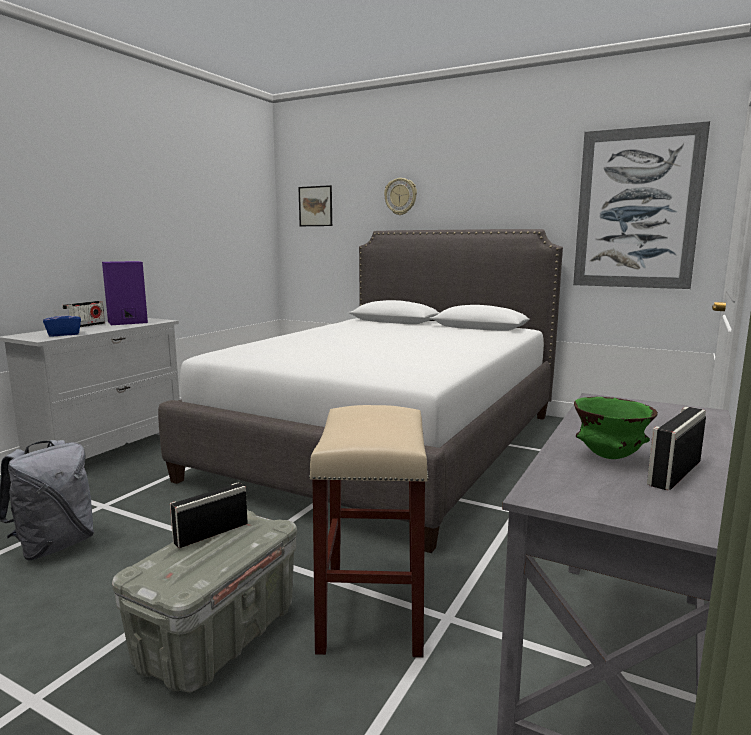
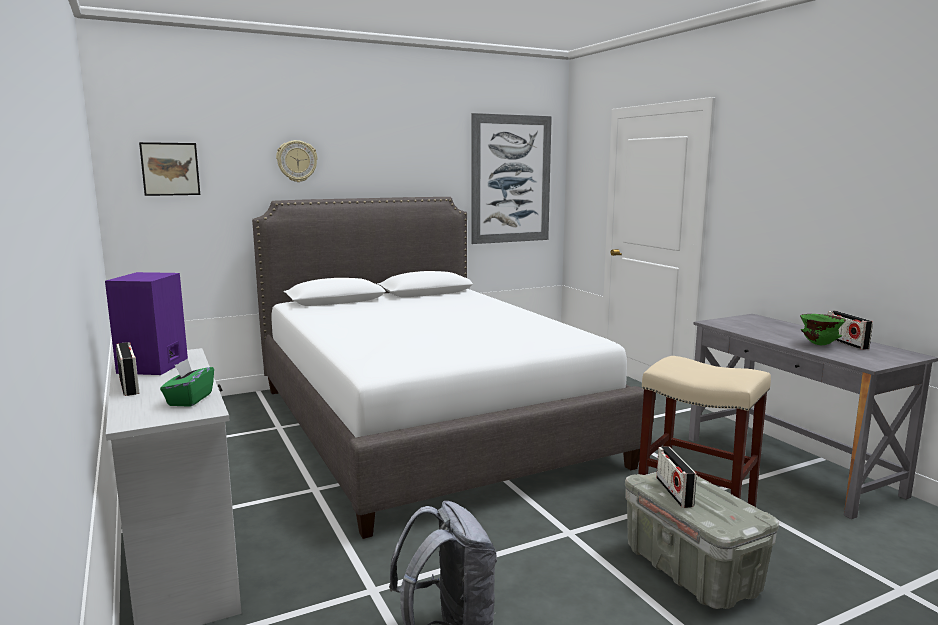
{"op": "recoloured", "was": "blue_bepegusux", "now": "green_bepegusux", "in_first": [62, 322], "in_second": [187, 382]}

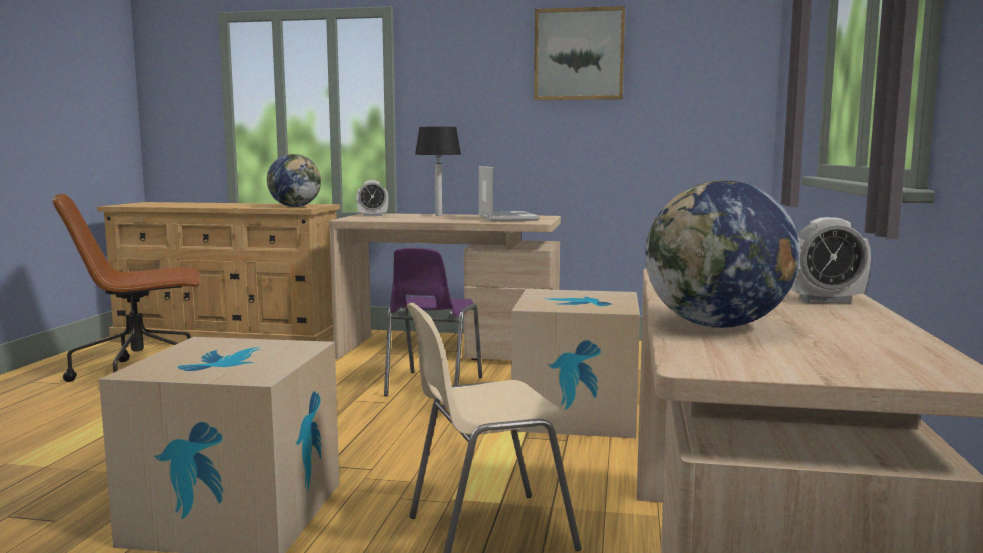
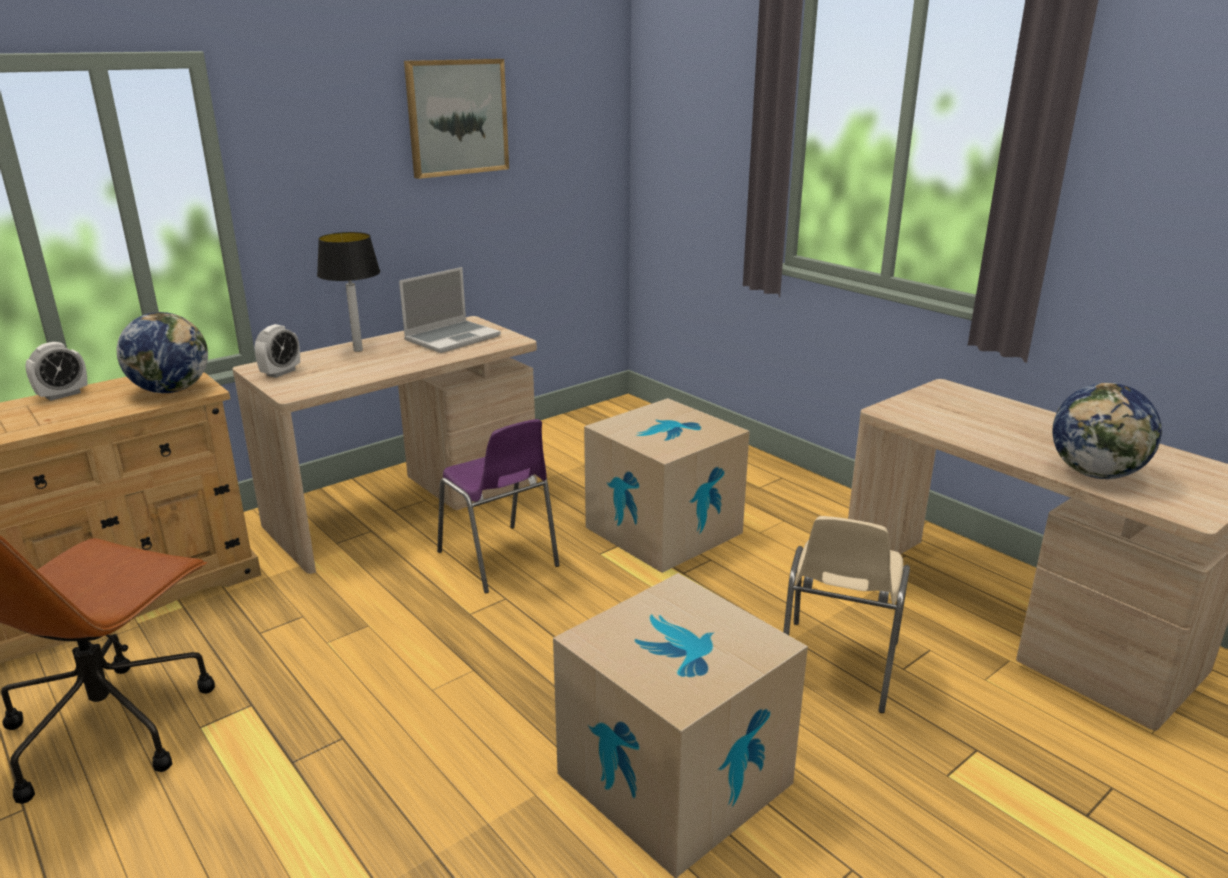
{"op": "turned", "was": "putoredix", "in_first": [509, 194], "in_second": [450, 310], "clockwise": 105}
{"op": "moved", "was": "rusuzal", "in_first": [830, 260], "in_second": [56, 371]}

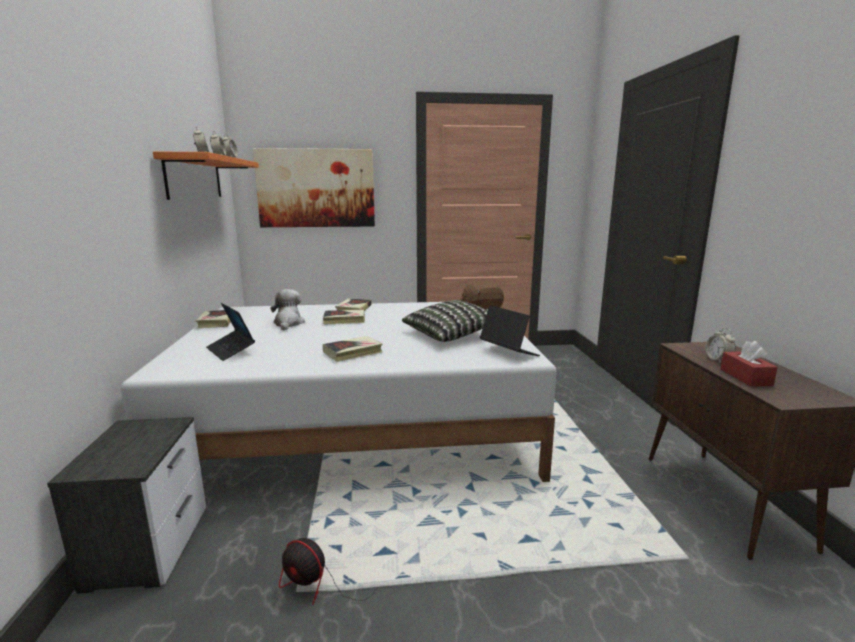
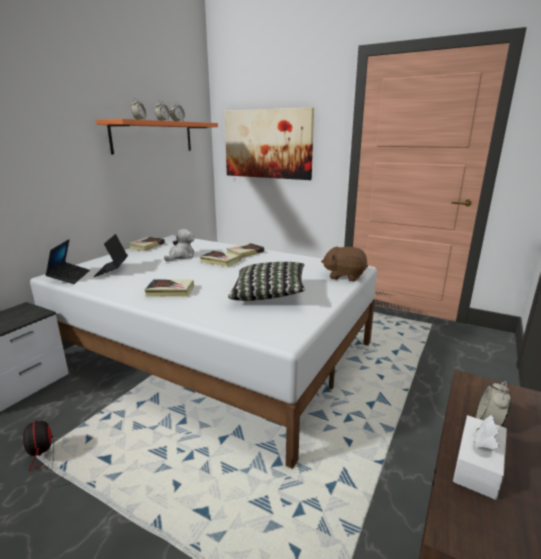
{"op": "moved", "was": "putoredix", "in_first": [510, 330], "in_second": [67, 261]}
{"op": "recoloured", "was": "red_bepegusux", "now": "white_bepegusux", "in_first": [749, 363], "in_second": [480, 457]}

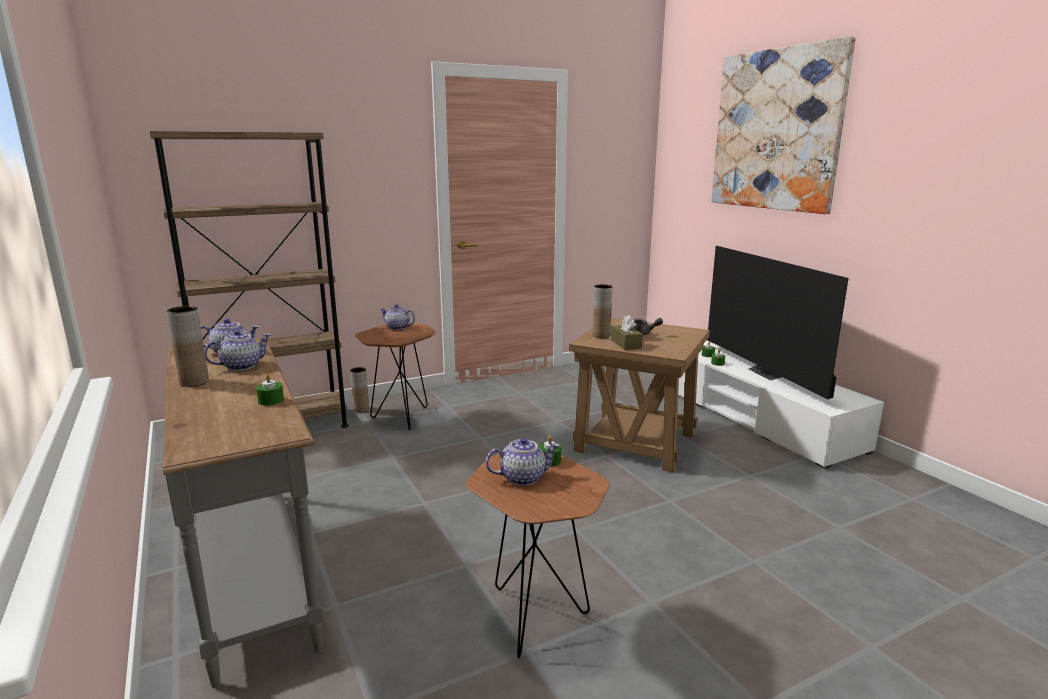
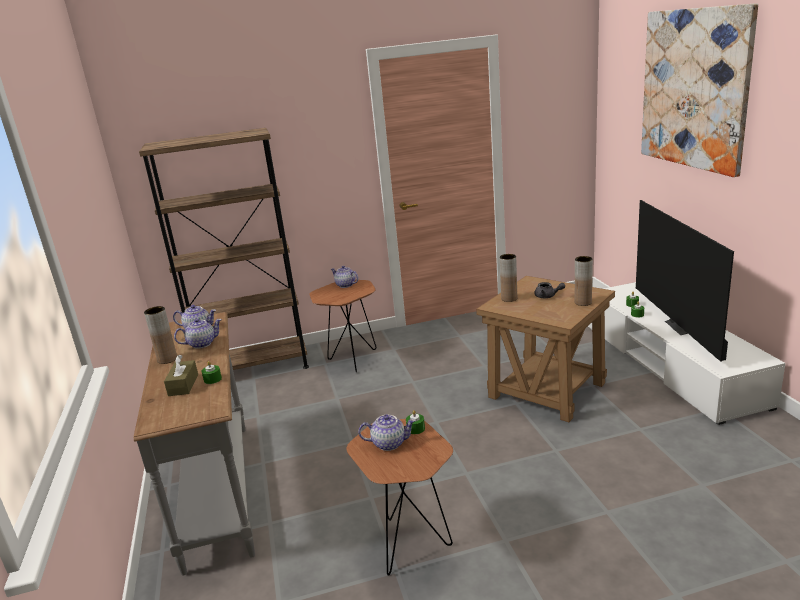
{"op": "moved", "was": "brown_bepegusux", "in_first": [627, 332], "in_second": [181, 375]}
{"op": "moved", "was": "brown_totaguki", "in_first": [359, 390], "in_second": [584, 281]}

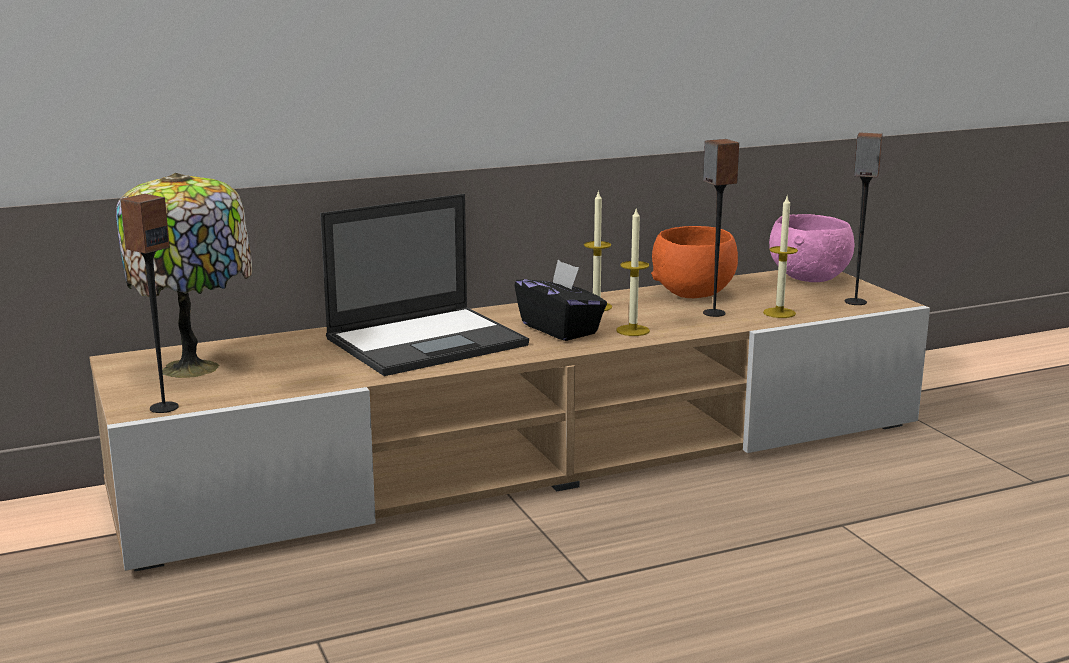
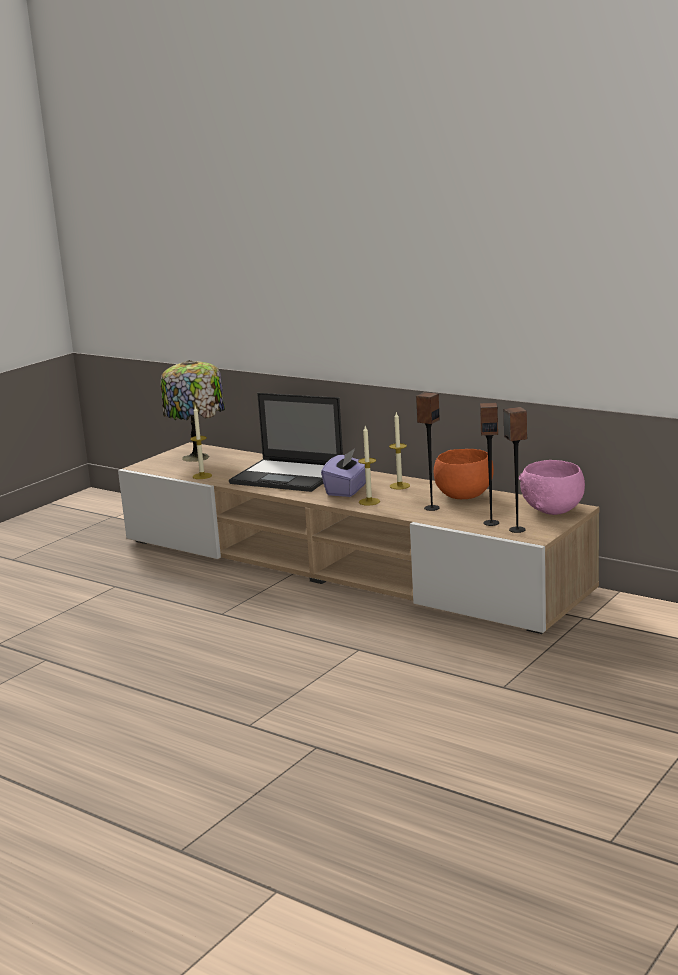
{"op": "moved", "was": "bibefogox", "in_first": [149, 303], "in_second": [489, 464]}
{"op": "moved", "was": "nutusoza", "in_first": [780, 257], "in_second": [201, 442]}
{"op": "recoloured", "was": "black_bepegusux", "now": "purple_bepegusux", "in_first": [560, 300], "in_second": [343, 472]}

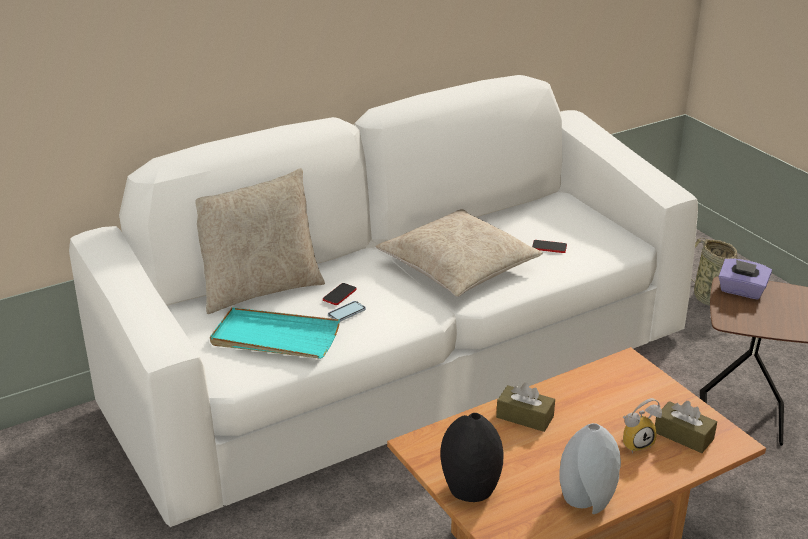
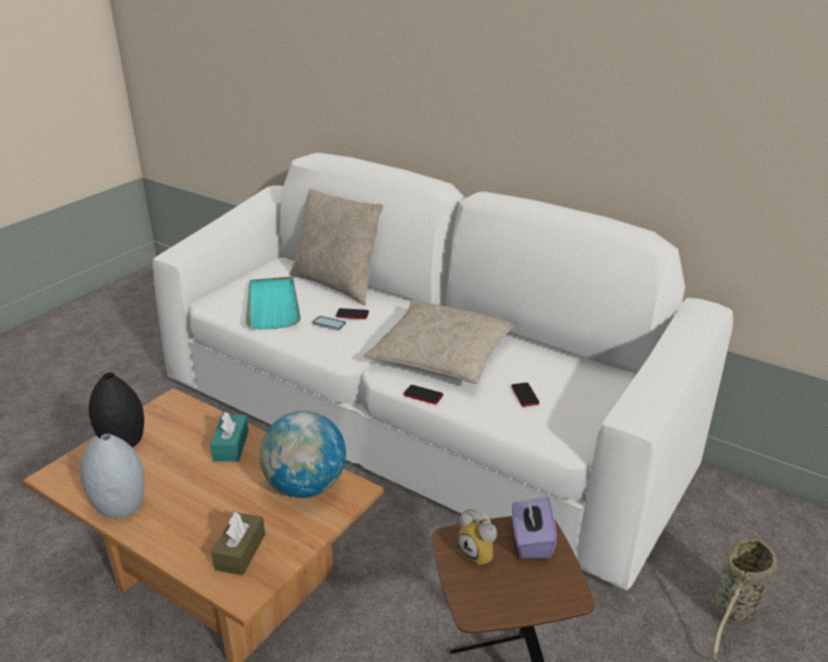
{"op": "recoloured", "was": "brown_bepegusux", "now": "turquoise_bepegusux", "in_first": [525, 407], "in_second": [229, 436]}
{"op": "moved", "was": "rusuzal", "in_first": [642, 425], "in_second": [477, 538]}
{"op": "added", "now": "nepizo", "in_second": [423, 394]}
{"op": "added", "now": "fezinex", "in_second": [302, 454]}

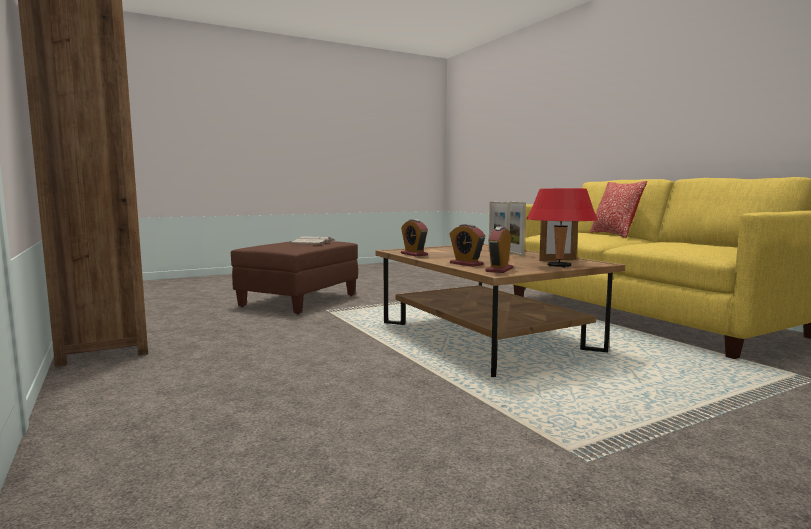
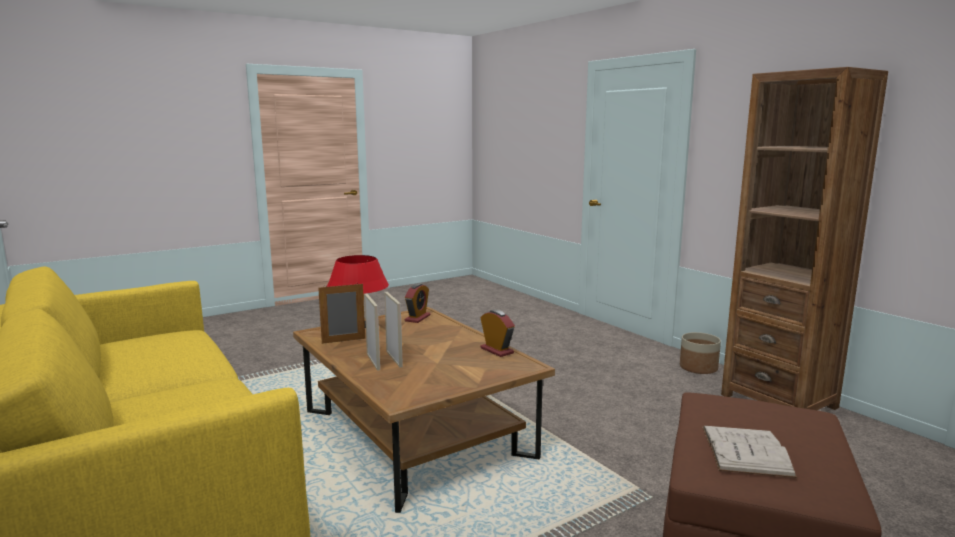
{"op": "removed", "was": "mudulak", "in_first": [618, 209]}
{"op": "removed", "was": "rusuzal", "in_first": [467, 245]}
{"op": "added", "now": "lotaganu", "in_second": [700, 353]}

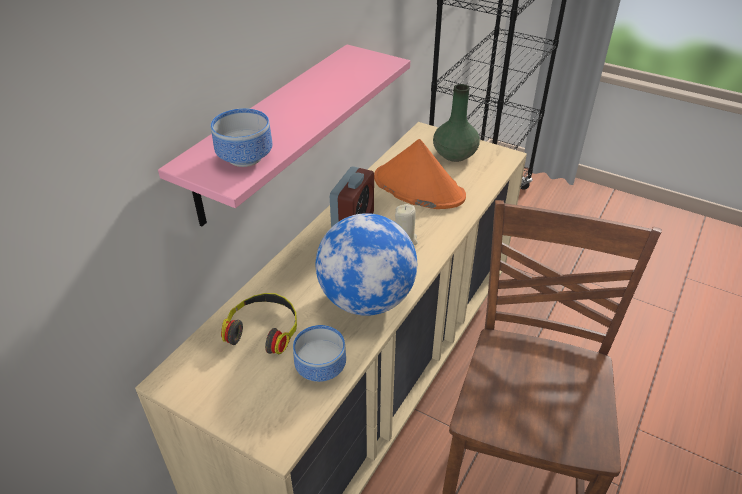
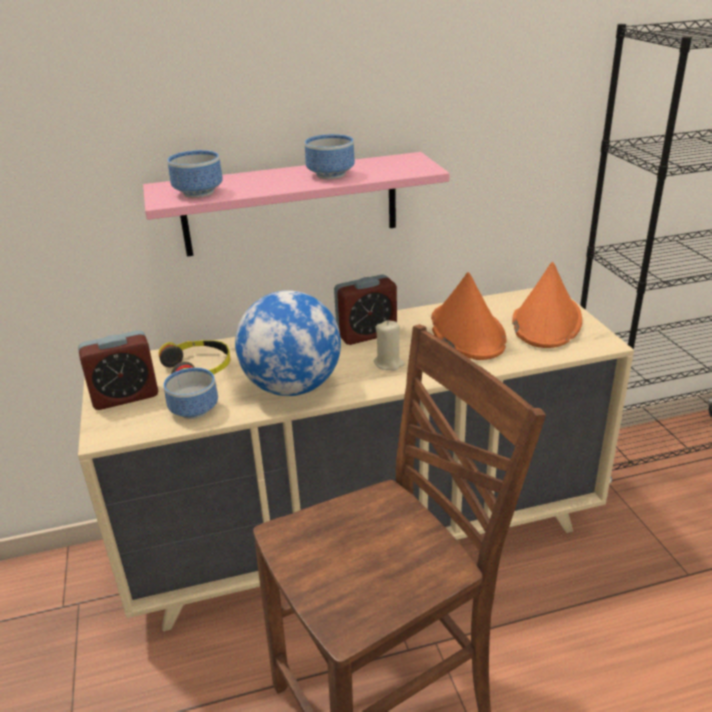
{"op": "replaced", "was": "green_totaguki", "now": "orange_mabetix", "in_first": [456, 123], "in_second": [547, 305]}
{"op": "added", "now": "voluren", "in_second": [330, 156]}
{"op": "added", "now": "rusuzal", "in_second": [118, 370]}

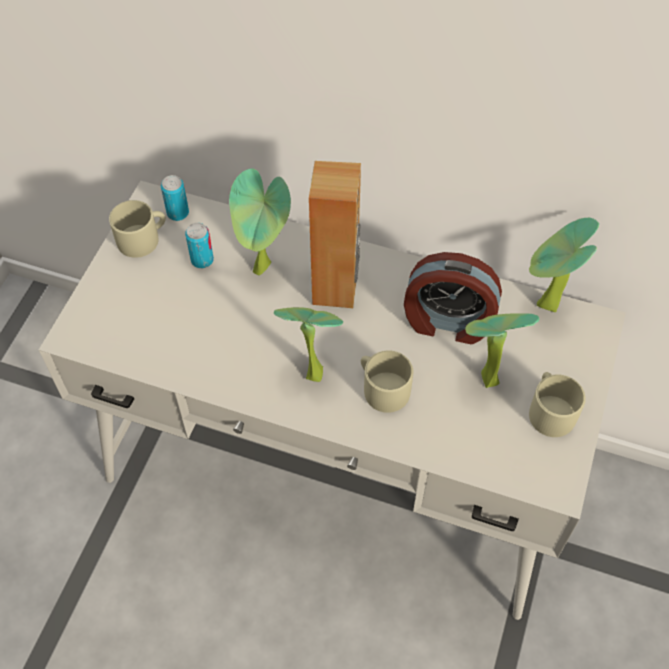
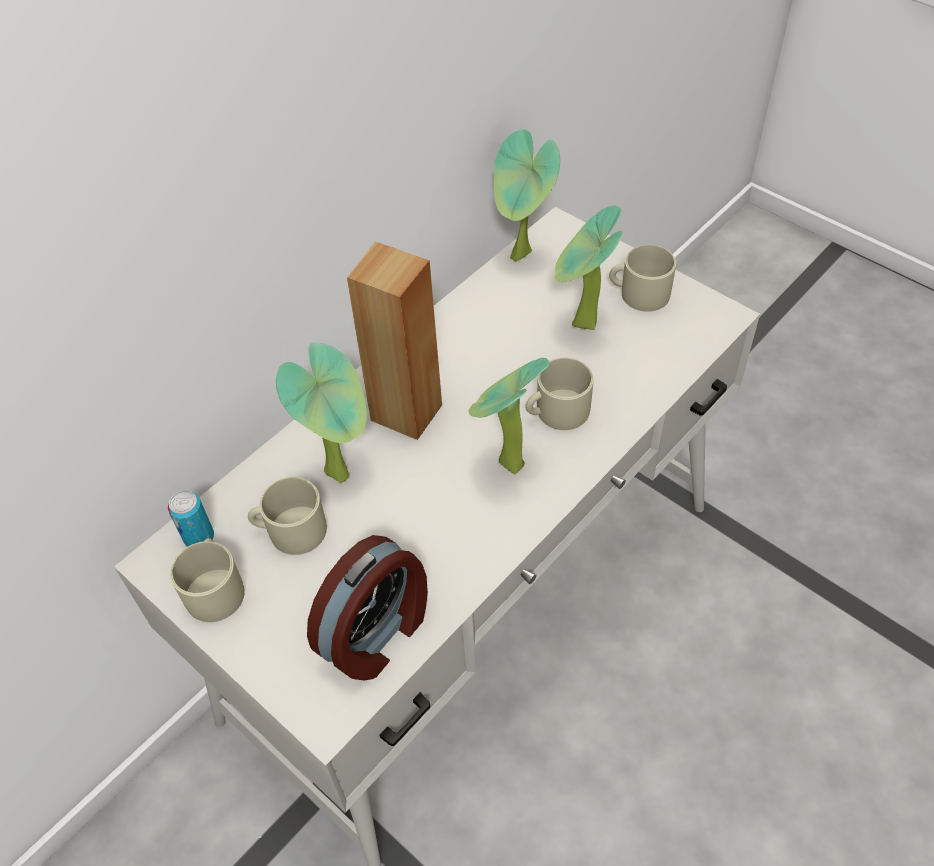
{"op": "replaced", "was": "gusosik", "now": "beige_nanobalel", "in_first": [199, 245], "in_second": [287, 516]}
{"op": "moved", "was": "rusuzal", "in_first": [453, 298], "in_second": [367, 608]}

